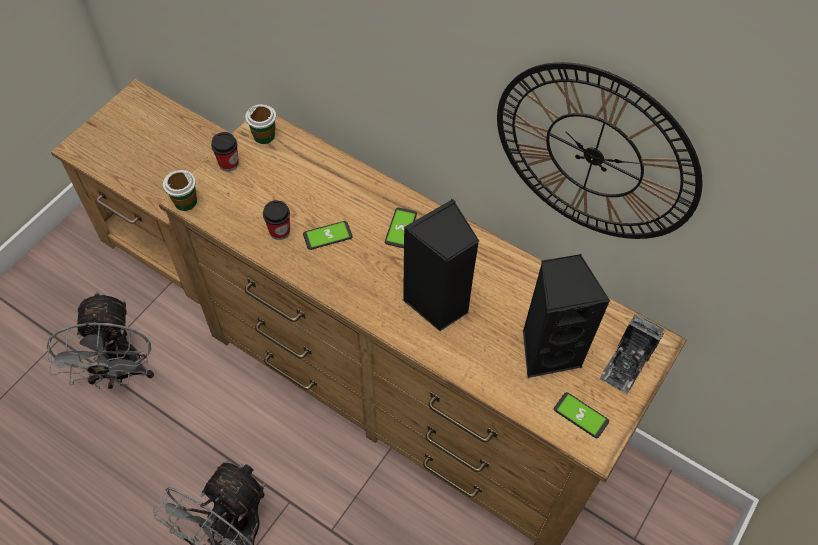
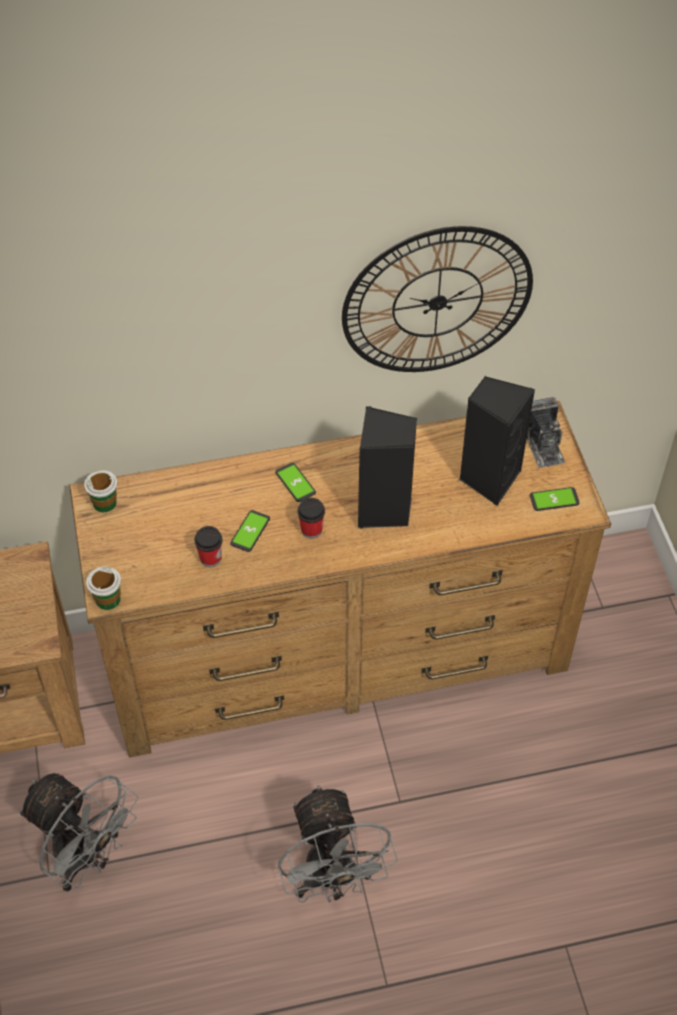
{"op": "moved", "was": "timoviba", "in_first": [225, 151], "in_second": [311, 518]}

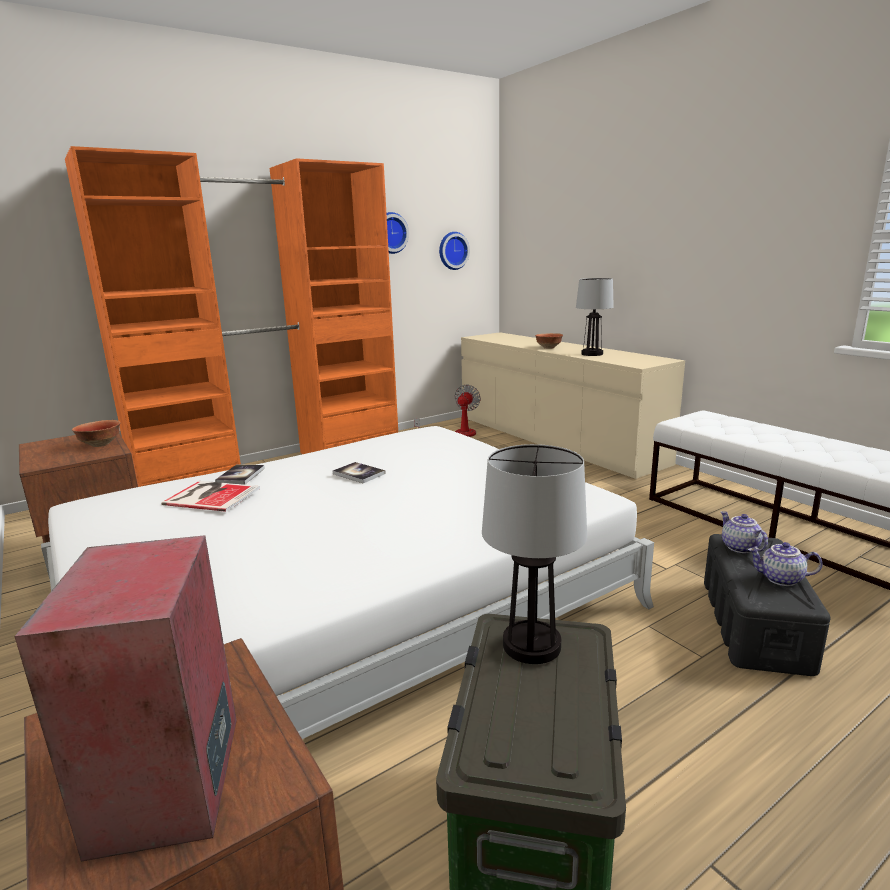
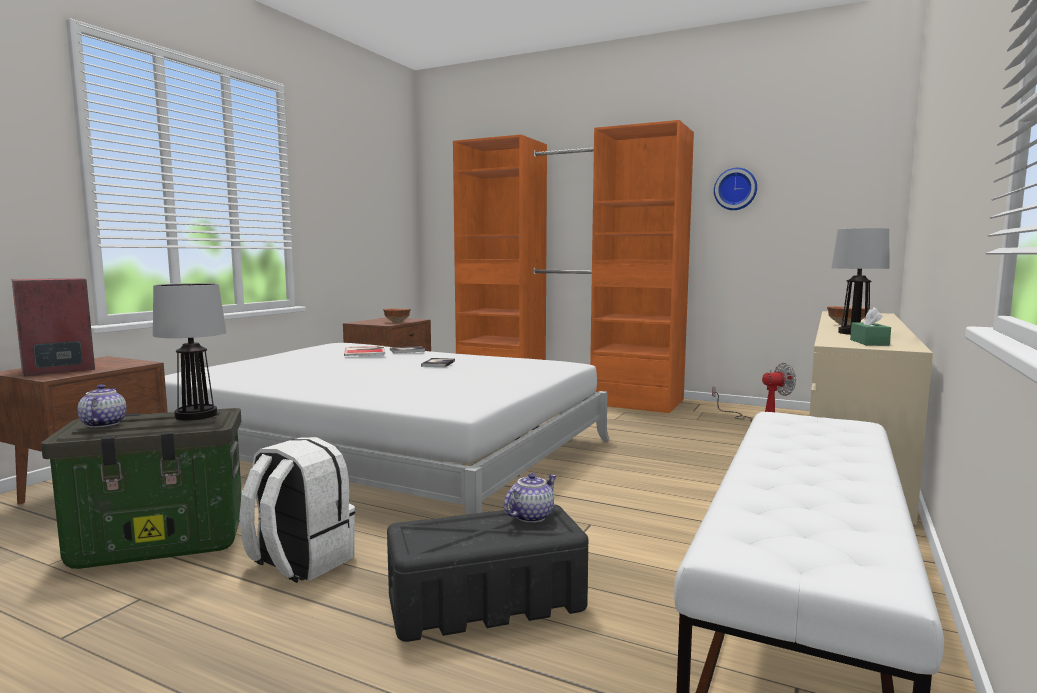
{"op": "removed", "was": "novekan", "in_first": [454, 251]}
{"op": "moved", "was": "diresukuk", "in_first": [785, 564], "in_second": [102, 406]}
{"op": "added", "now": "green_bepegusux", "in_second": [870, 326]}
{"op": "added", "now": "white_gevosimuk", "in_second": [297, 510]}

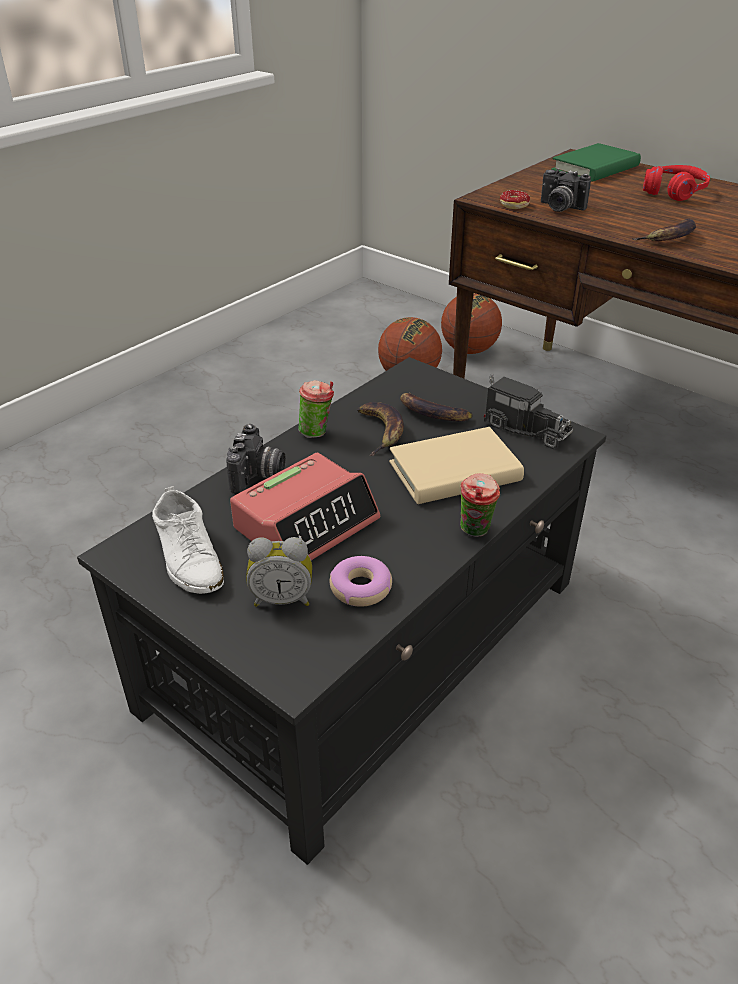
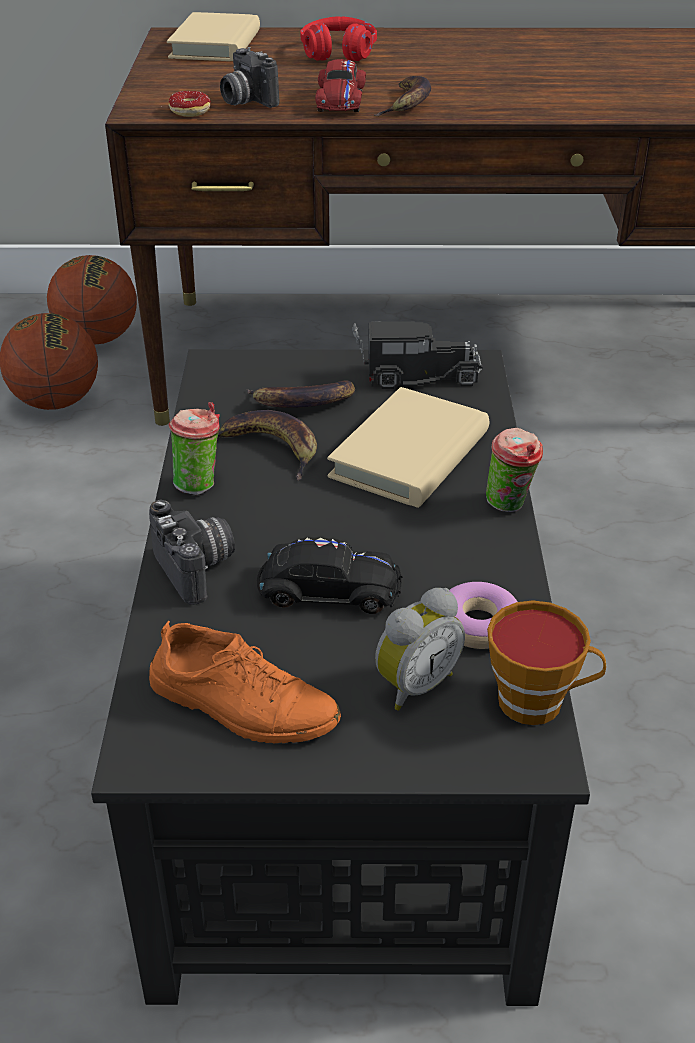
{"op": "recoloured", "was": "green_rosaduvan", "now": "beige_rosaduvan", "in_first": [596, 162], "in_second": [213, 36]}
{"op": "turned", "was": "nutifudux", "in_first": [566, 190], "in_second": [249, 77], "clockwise": 60}
{"op": "replaced", "was": "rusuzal", "now": "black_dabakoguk", "in_first": [305, 506], "in_second": [330, 575]}
{"op": "recoloured", "was": "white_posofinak", "now": "orange_posofinak", "in_first": [188, 540], "in_second": [245, 682]}
{"op": "added", "now": "red_dabakoguk", "in_second": [340, 85]}
{"op": "added", "now": "timoviba", "in_second": [546, 662]}

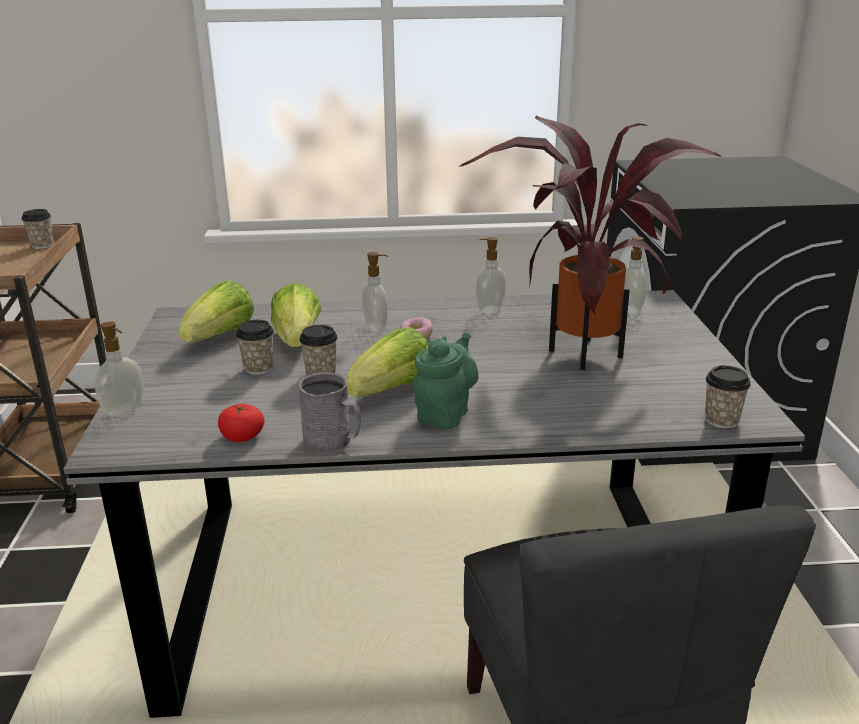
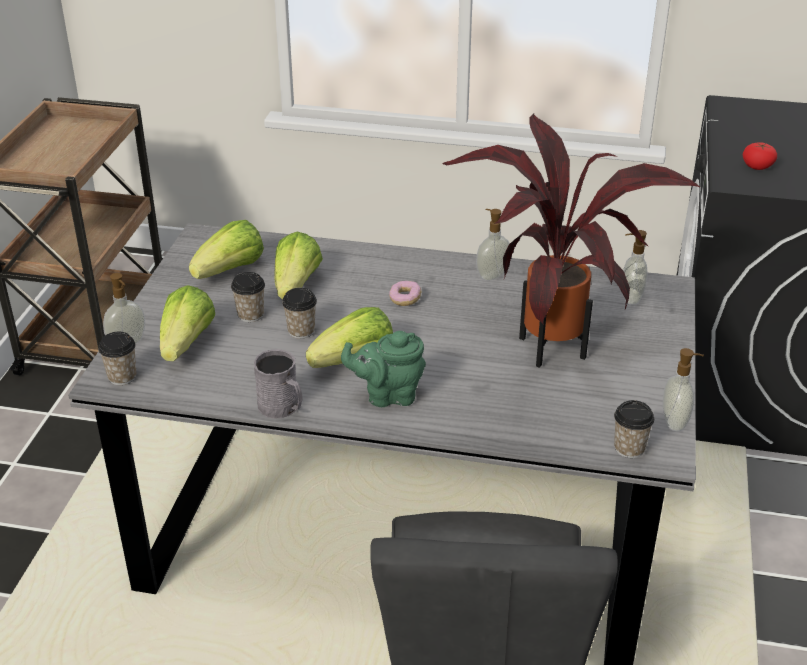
{"op": "moved", "was": "timoviba", "in_first": [38, 229], "in_second": [117, 358]}
{"op": "moved", "was": "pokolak", "in_first": [375, 292], "in_second": [683, 389]}
{"op": "turned", "was": "green_diresukuk", "in_first": [445, 381], "in_second": [383, 369], "clockwise": -135}
{"op": "moved", "was": "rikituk", "in_first": [241, 423], "in_second": [760, 156]}
{"op": "added", "now": "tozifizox", "in_second": [187, 323]}

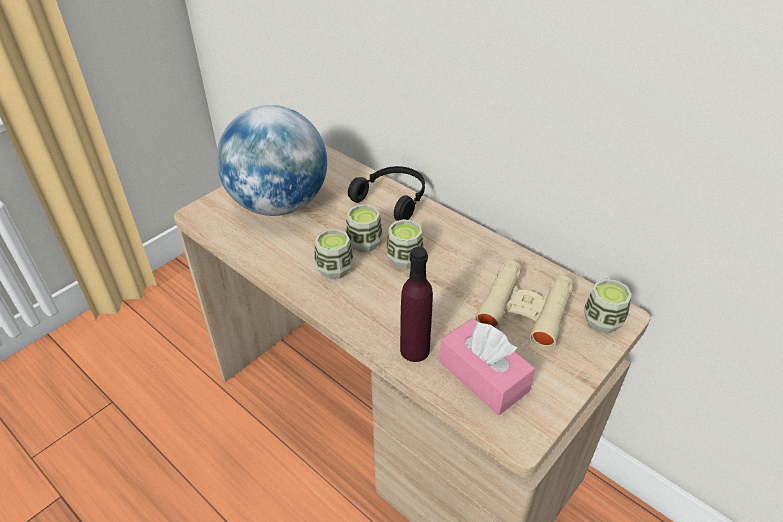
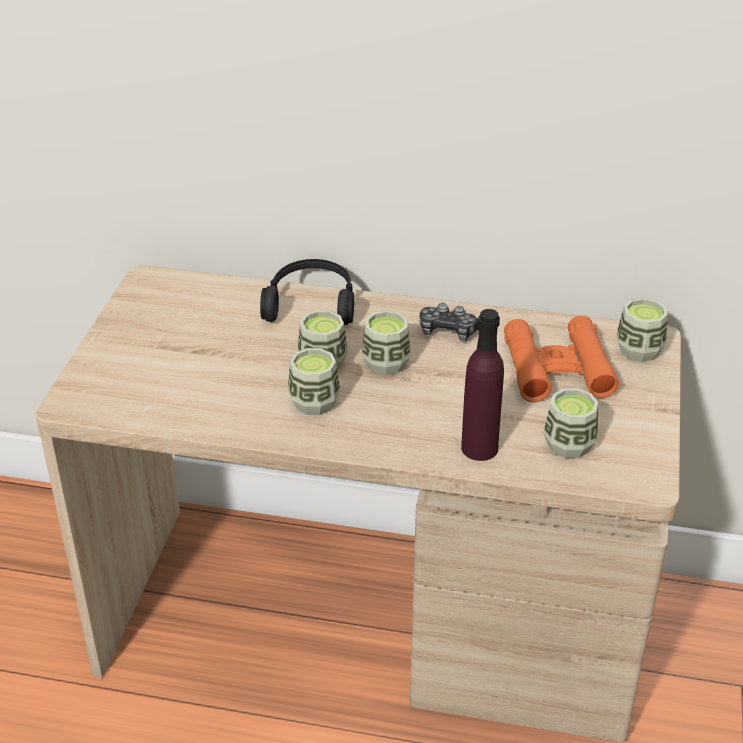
{"op": "removed", "was": "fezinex", "in_first": [271, 160]}
{"op": "recoloured", "was": "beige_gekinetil", "now": "orange_gekinetil", "in_first": [524, 305], "in_second": [561, 358]}
{"op": "replaced", "was": "pink_bepegusux", "now": "timoviba", "in_first": [487, 366], "in_second": [570, 423]}
{"op": "added", "now": "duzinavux", "in_second": [449, 322]}

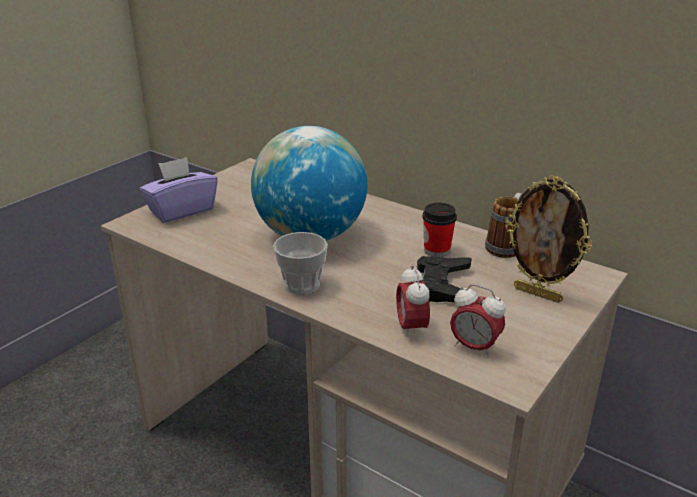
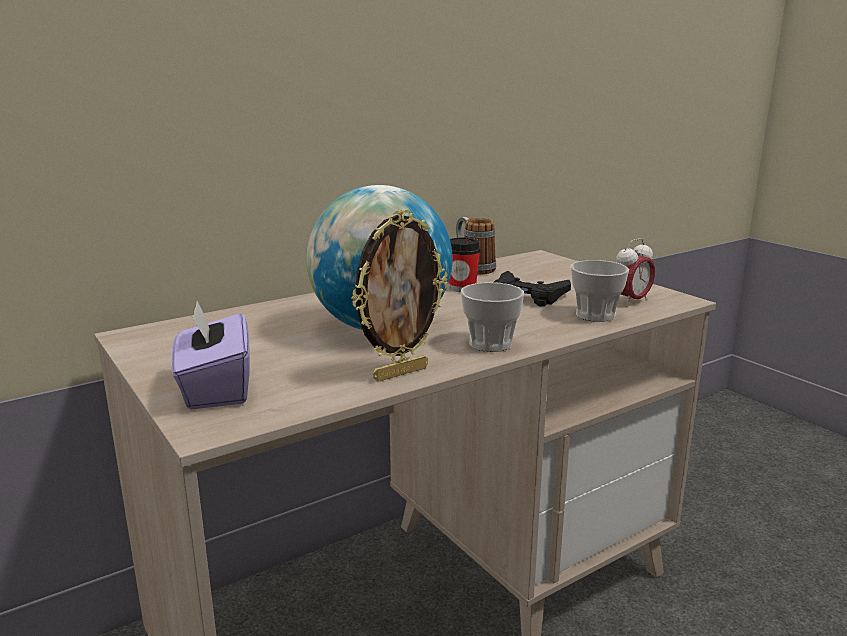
{"op": "moved", "was": "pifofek", "in_first": [548, 239], "in_second": [399, 296]}
{"op": "replaced", "was": "rusuzal", "now": "timoviba", "in_first": [413, 302], "in_second": [599, 291]}

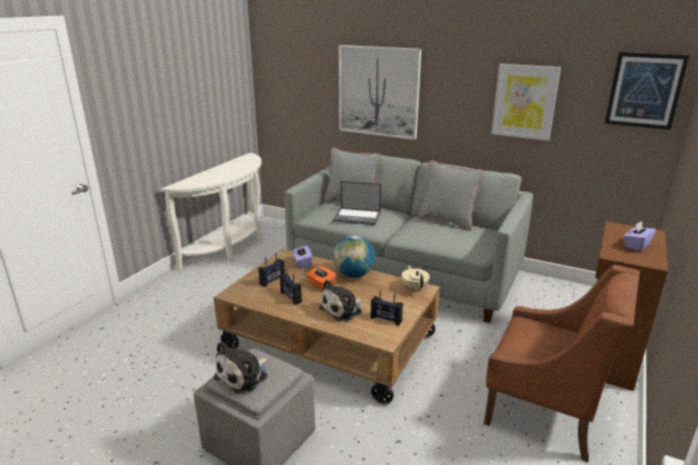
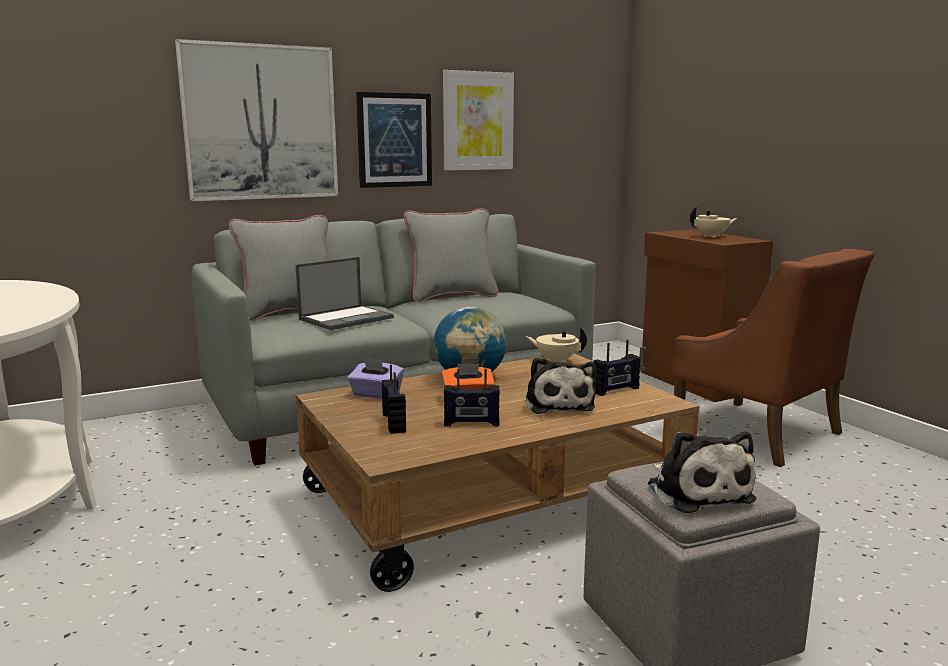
{"op": "moved", "was": "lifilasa", "in_first": [647, 91], "in_second": [394, 140]}
{"op": "replaced", "was": "purple_bepegusux", "now": "beige_diresukuk", "in_first": [640, 236], "in_second": [714, 222]}
{"op": "turned", "was": "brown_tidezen", "in_first": [562, 363], "in_second": [773, 358], "clockwise": 75}

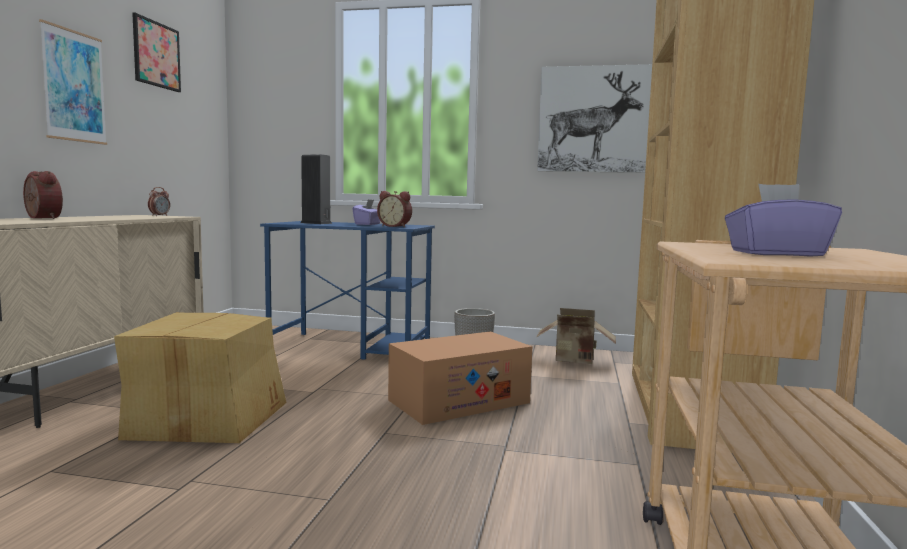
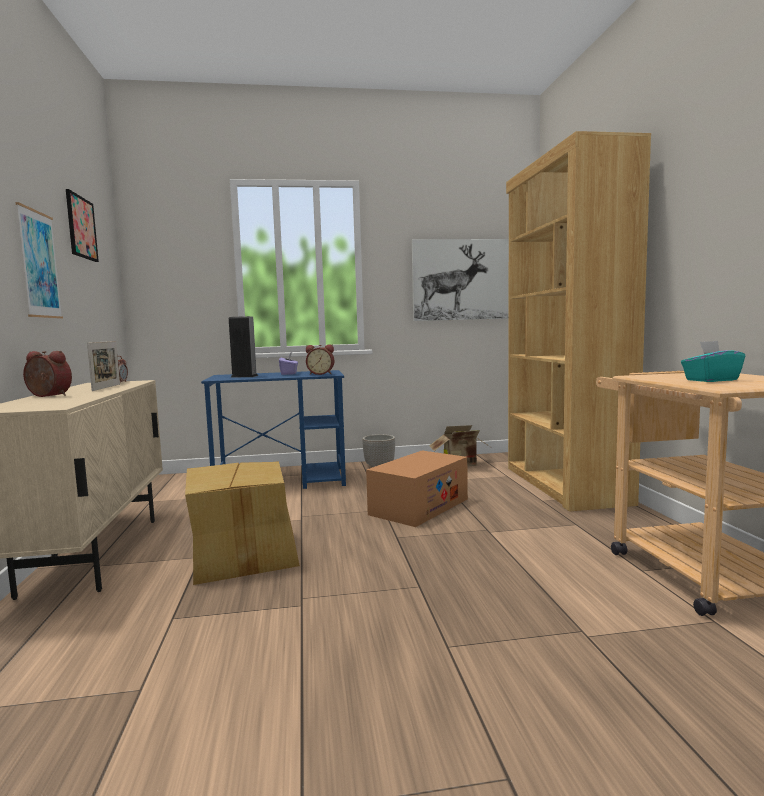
{"op": "recoloured", "was": "purple_bepegusux", "now": "turquoise_bepegusux", "in_first": [783, 220], "in_second": [713, 361]}
{"op": "added", "now": "pifofek", "in_second": [103, 366]}

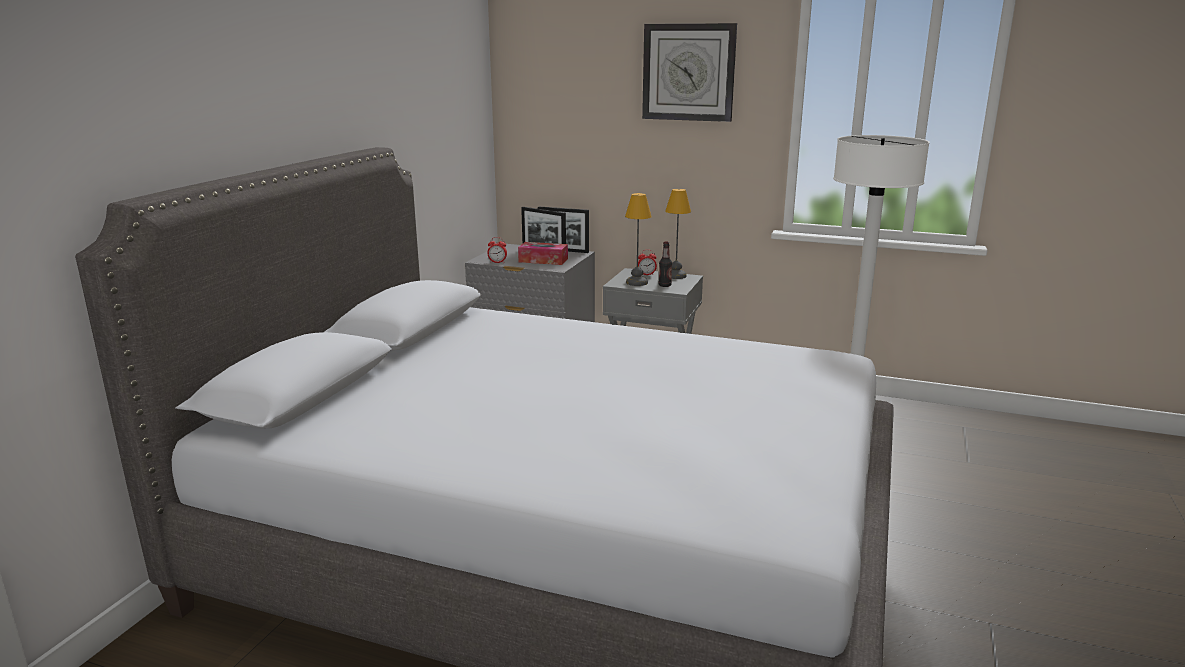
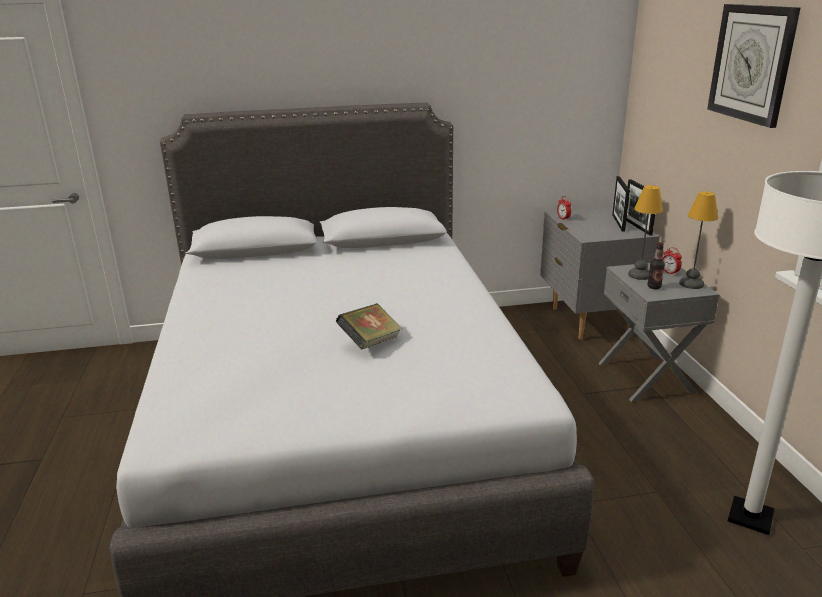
{"op": "removed", "was": "bepegusux", "in_first": [543, 253]}
{"op": "added", "now": "rosaduvan", "in_second": [369, 326]}

